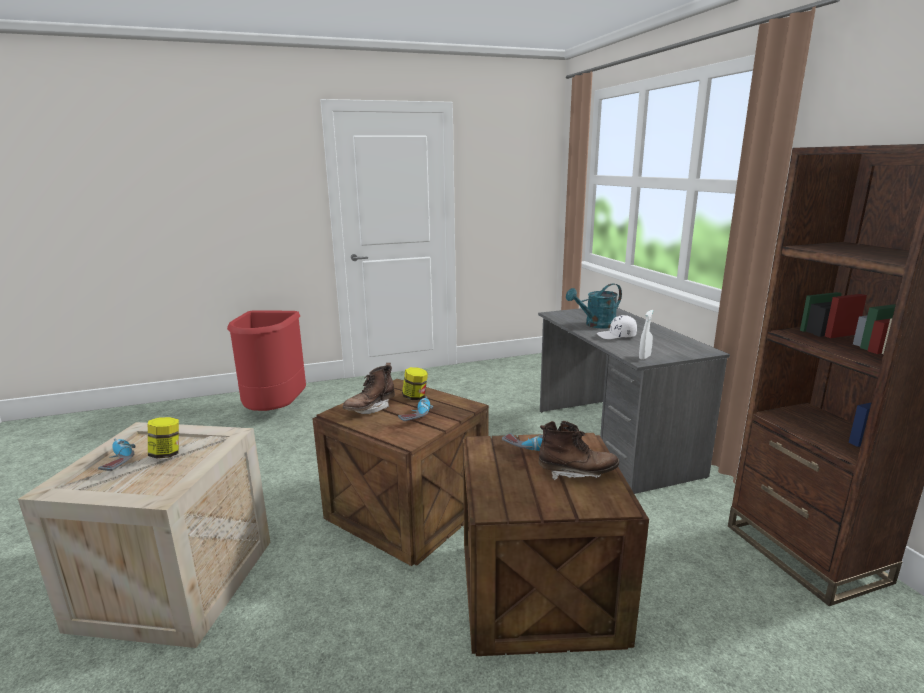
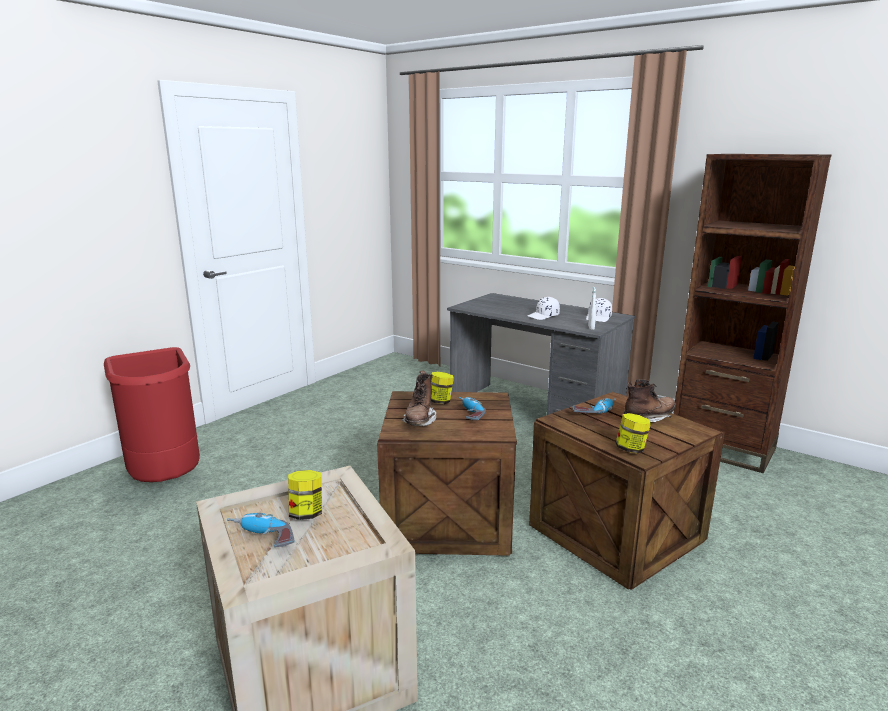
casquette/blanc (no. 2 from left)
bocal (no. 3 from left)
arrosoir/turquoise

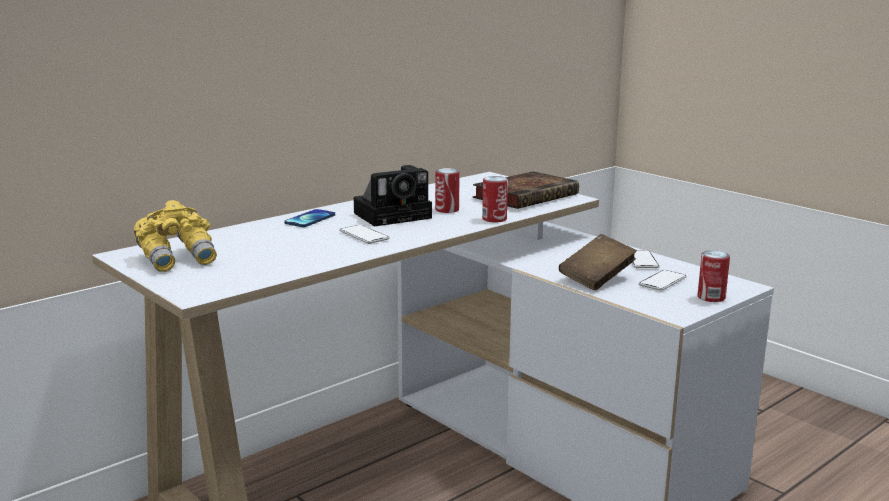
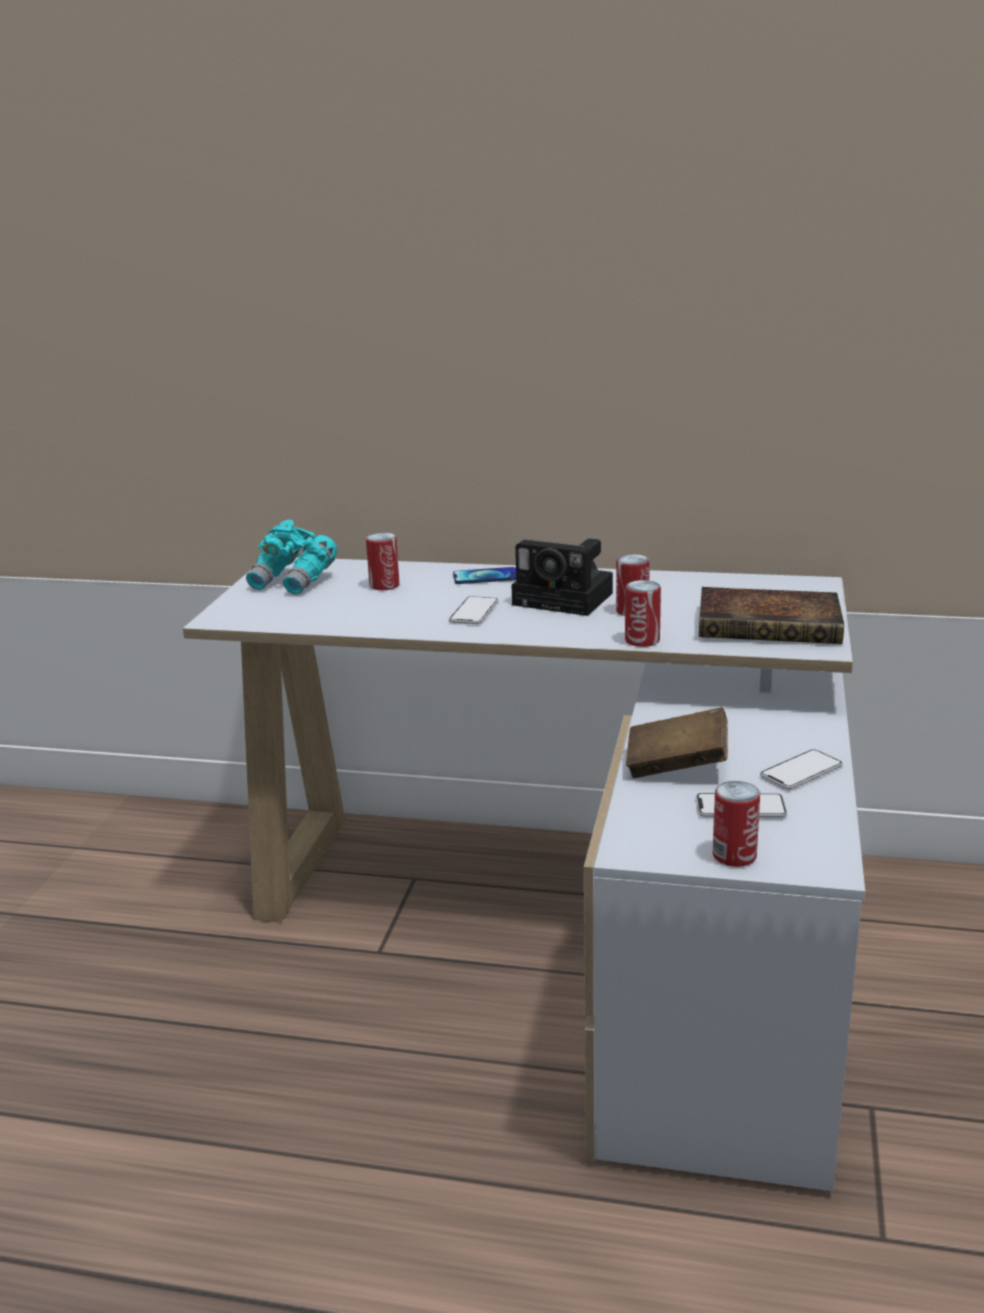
jumelles/turquoise
boîte métallique (no. 1 from left)

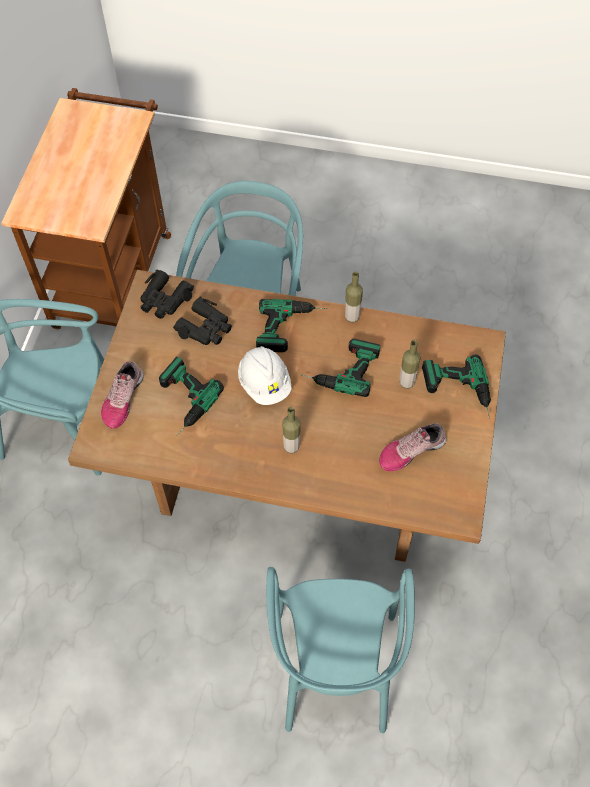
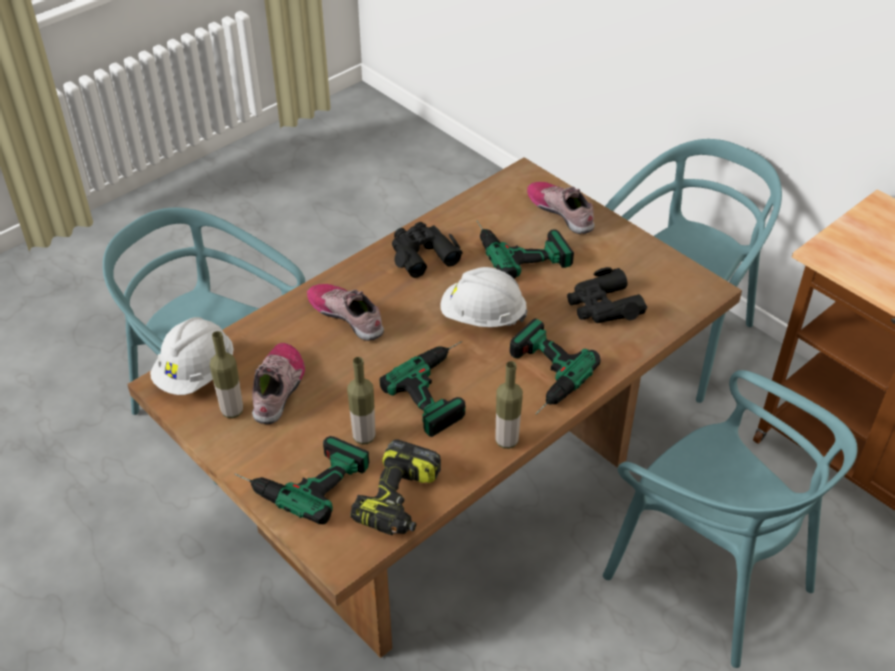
casque de chantier/blanc (no. 1 from left)
bouteille (no. 1 from left)
chaussure (no. 2 from left)
perceuse (no. 2 from left)
jumelles/noir (no. 1 from left)

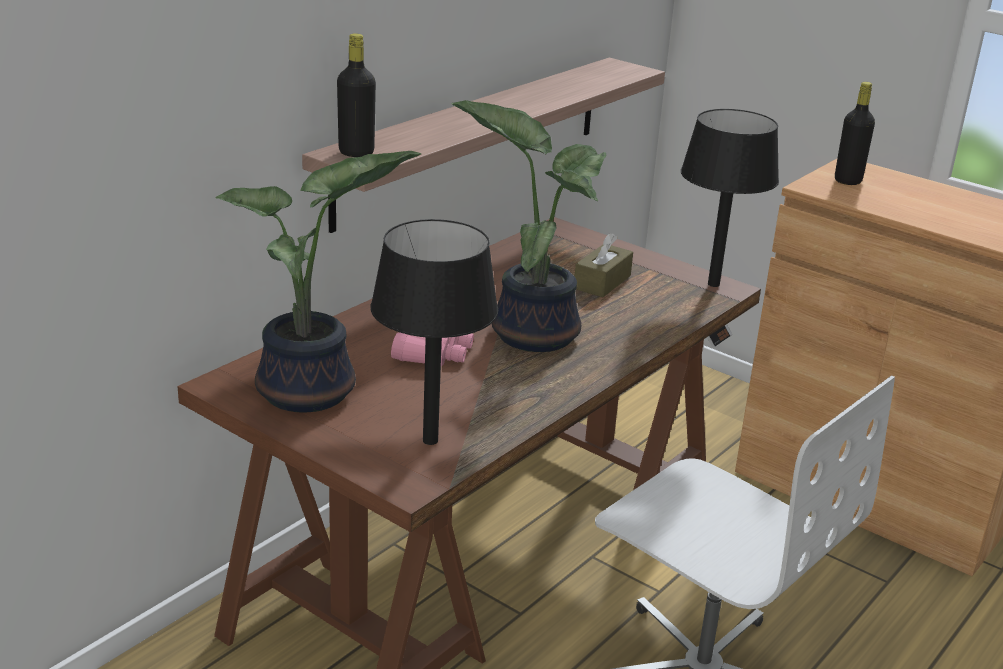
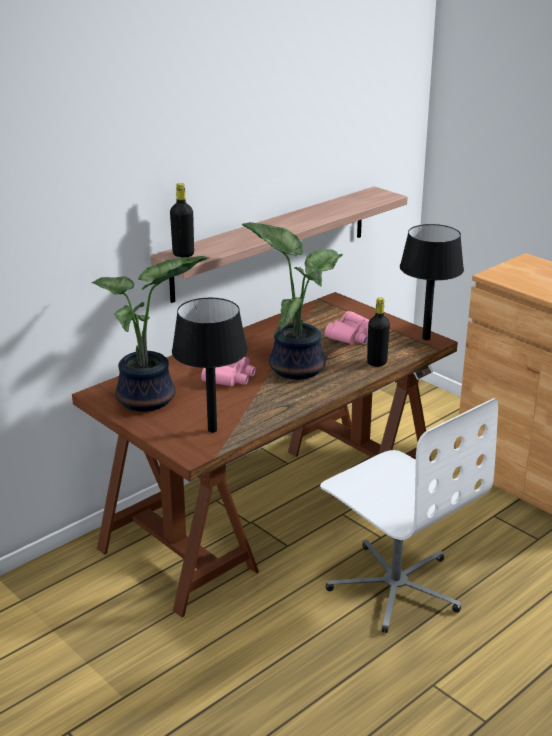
jumelles/rose (no. 2 from left)
bouteille/noir (no. 2 from left)

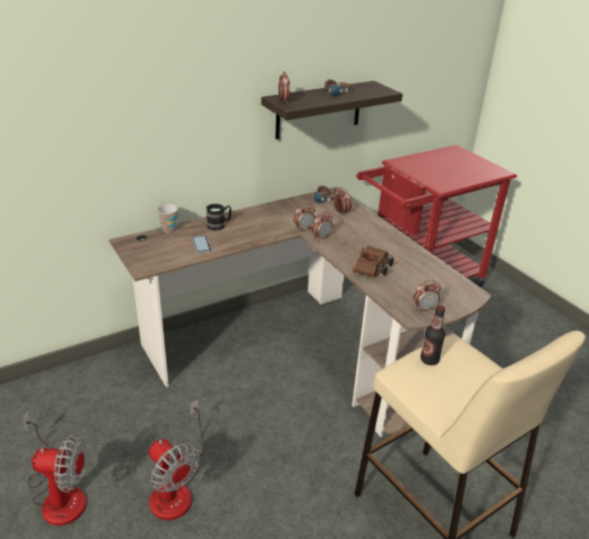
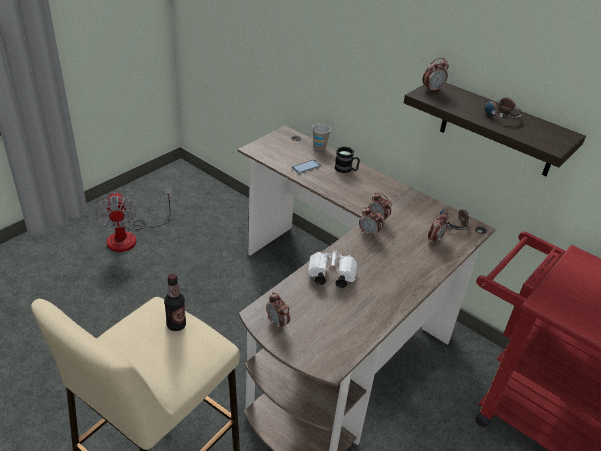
jumelles/blanc
ventilateur (no. 2 from left in the first image)

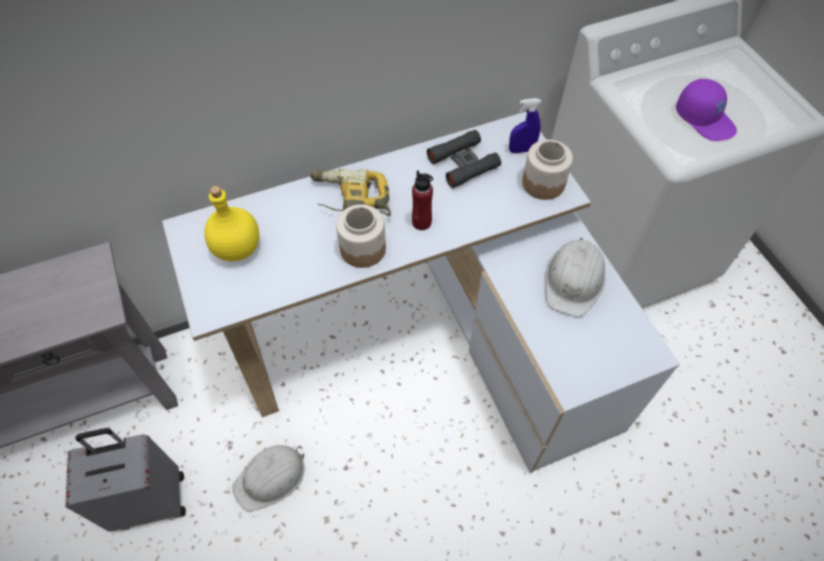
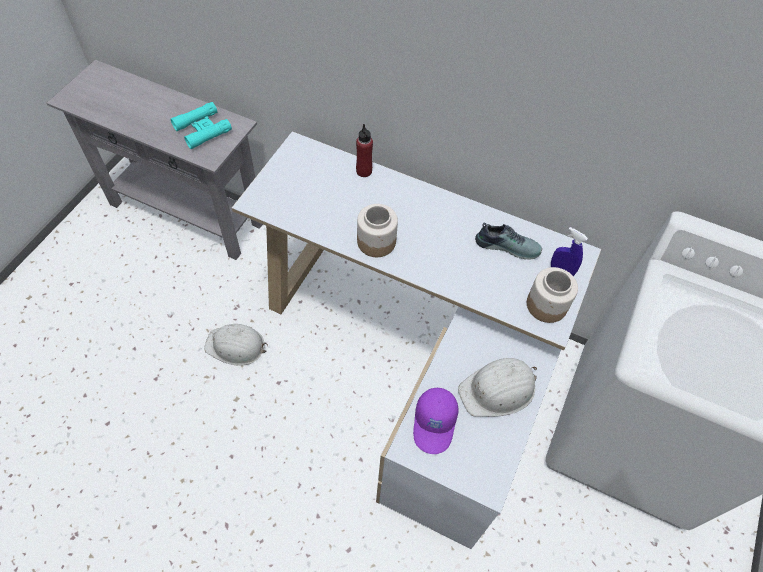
jumelles/turquoise
bouteille/rouge
casquette/violet
chaussure
valise/gris
bouteille/jaune
perceuse

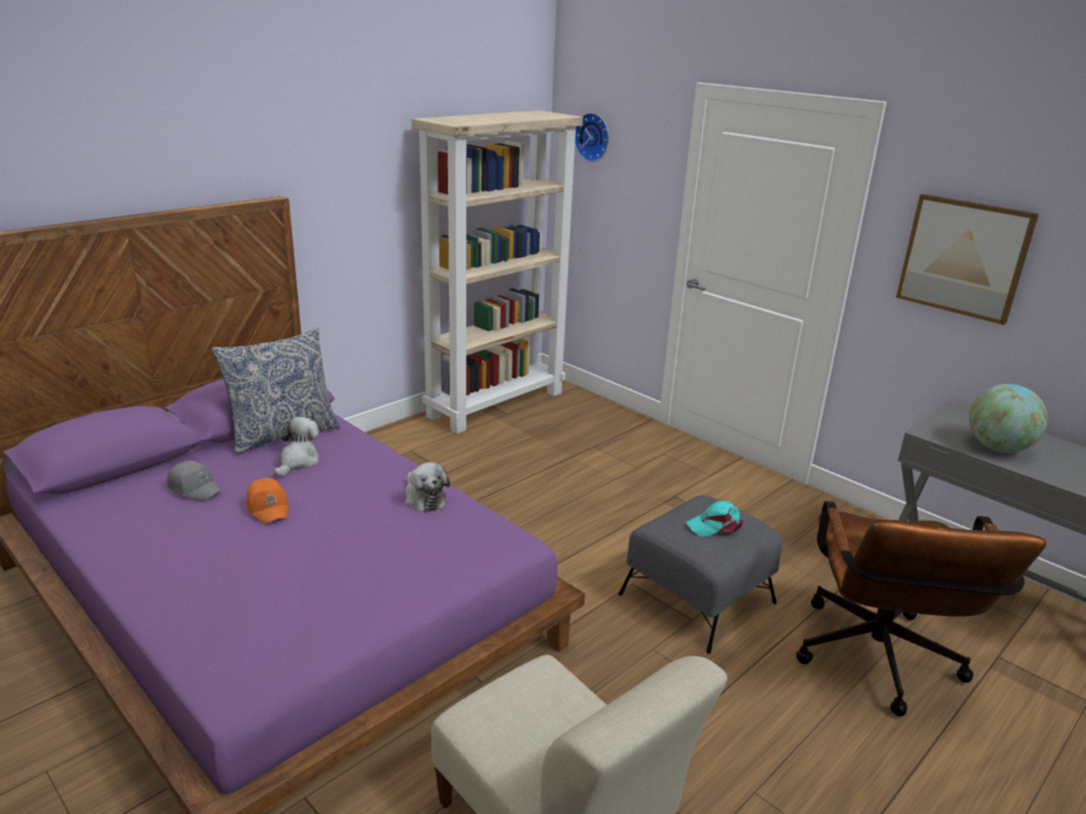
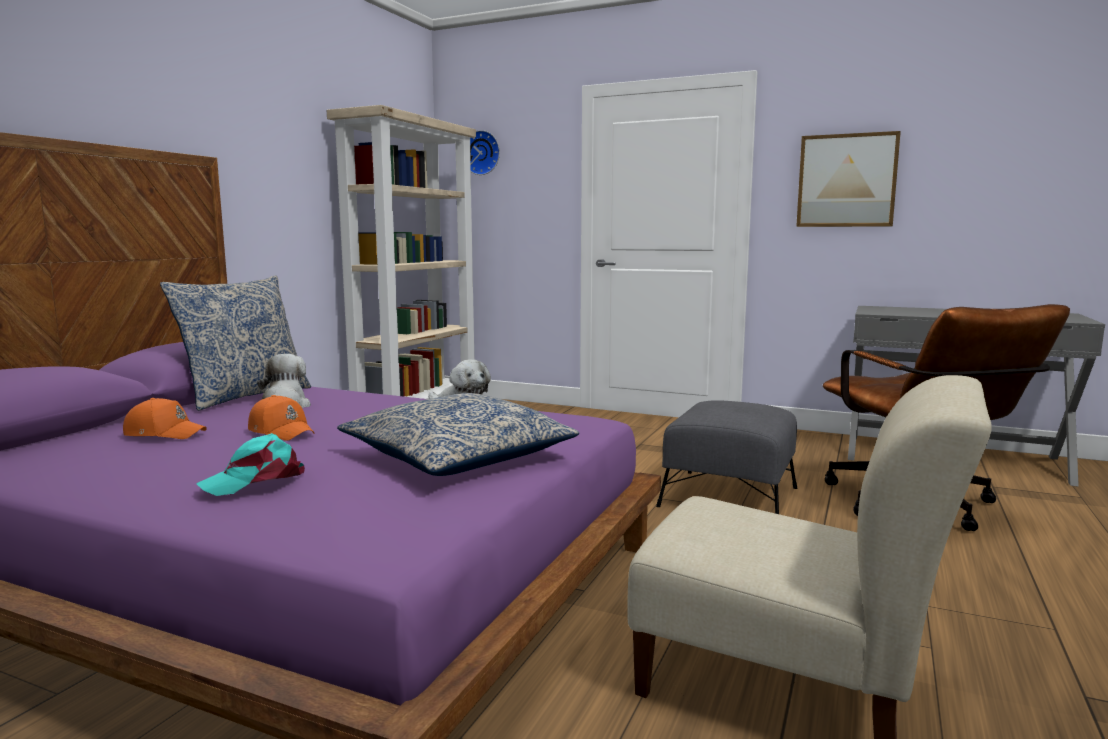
casquette/orange (no. 1 from left)
casquette/turquoise
coussin (no. 2 from left)
globe

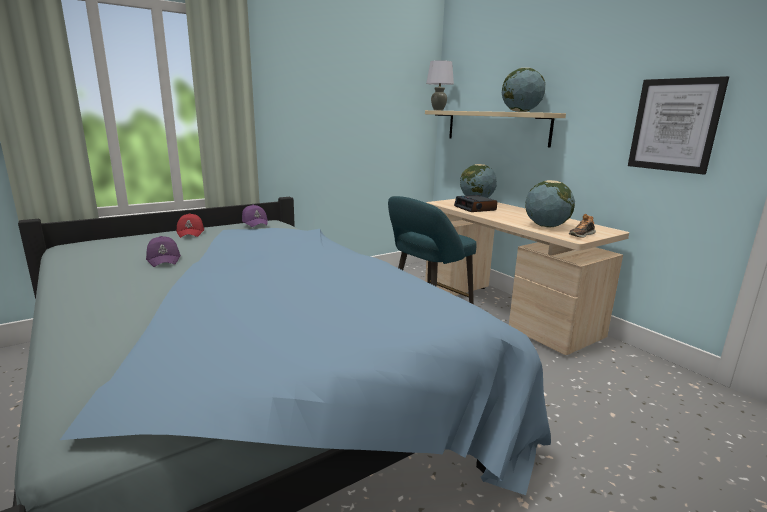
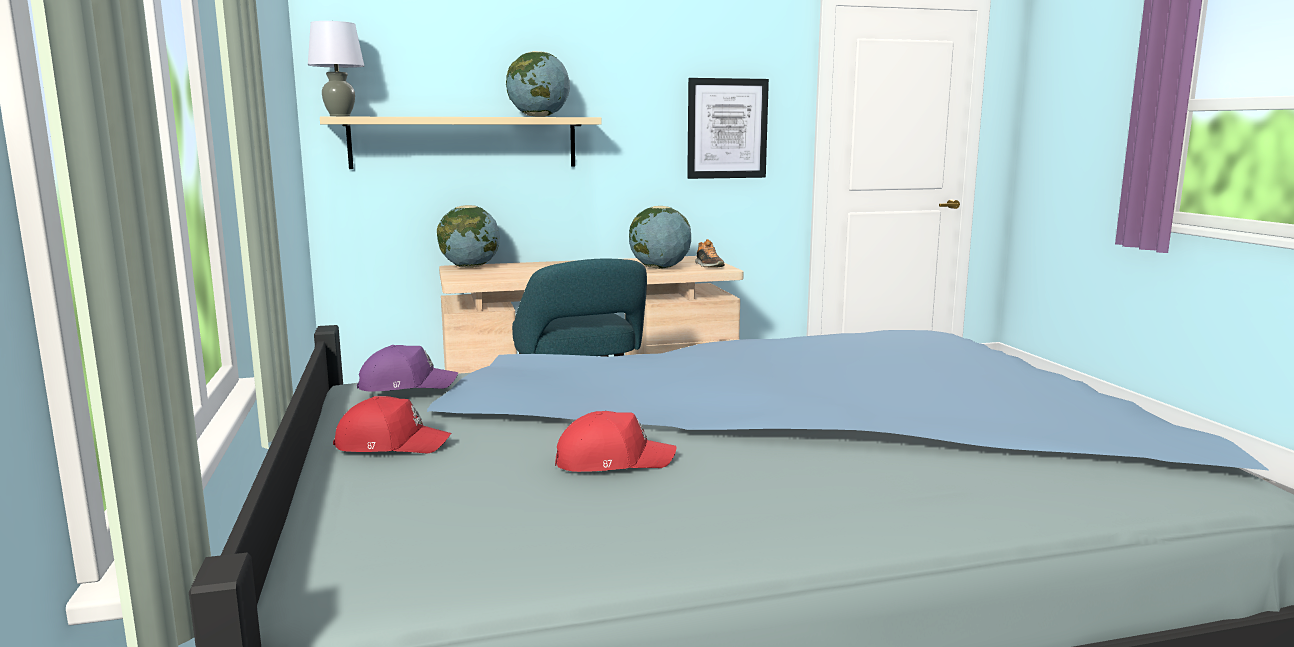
casquette/rouge (no. 2 from left)
réveil

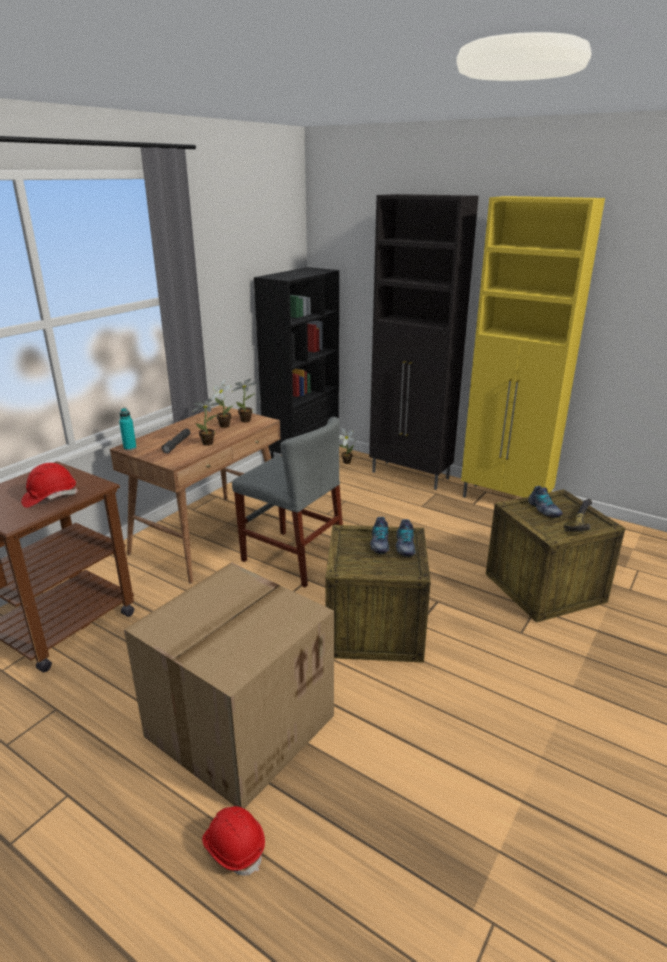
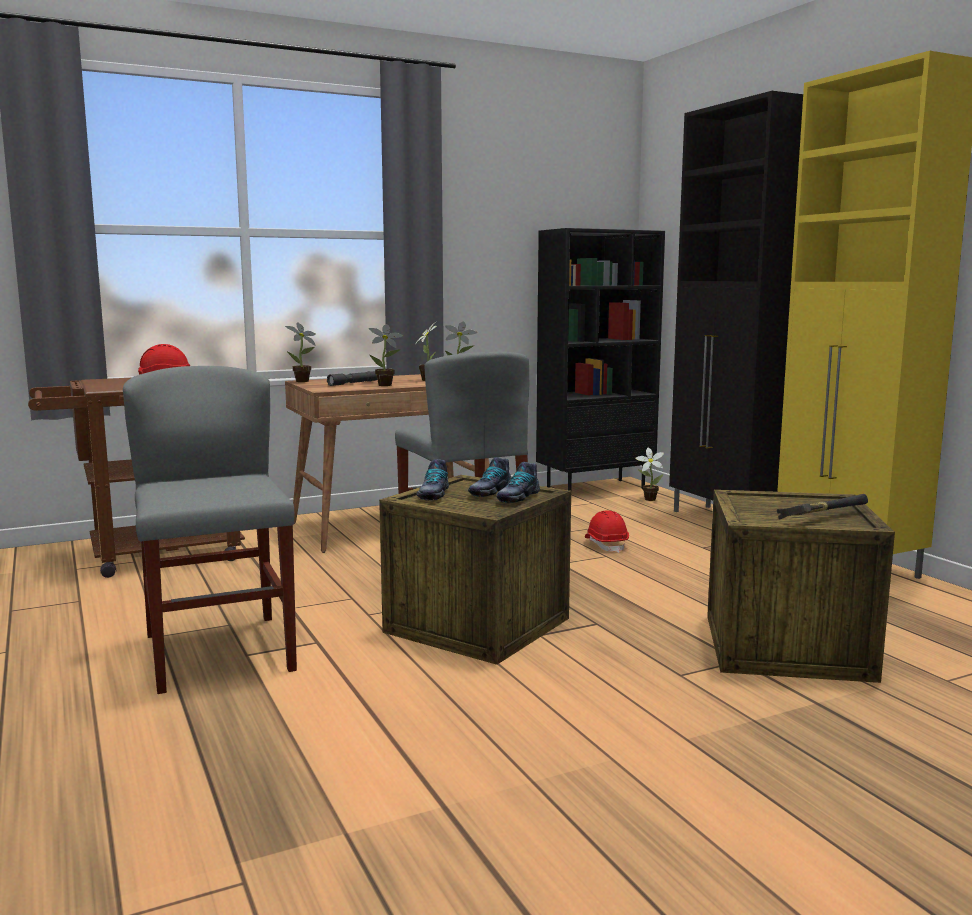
chaise/gris (no. 1 from left)
plante en pot (no. 1 from left)
chaussure (no. 1 from left)
casque de chantier/rouge (no. 2 from left)

